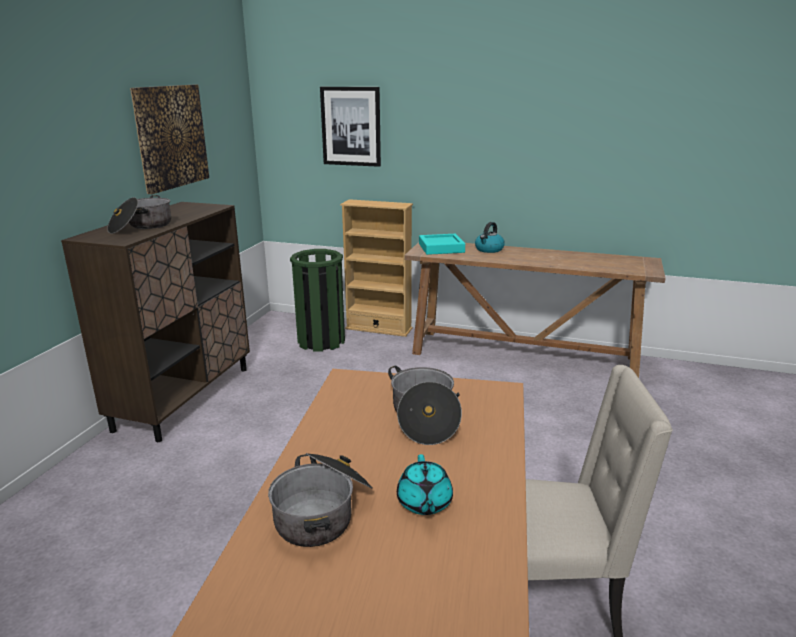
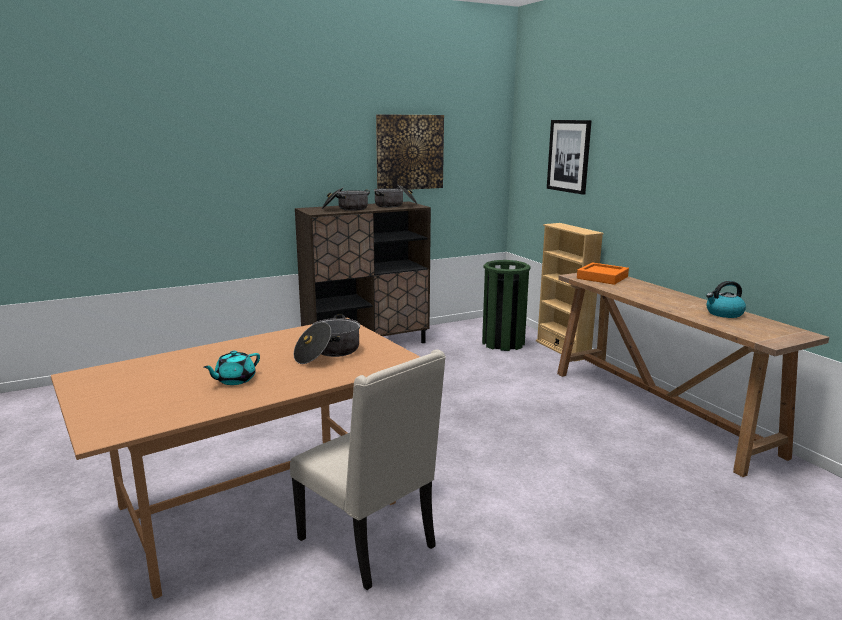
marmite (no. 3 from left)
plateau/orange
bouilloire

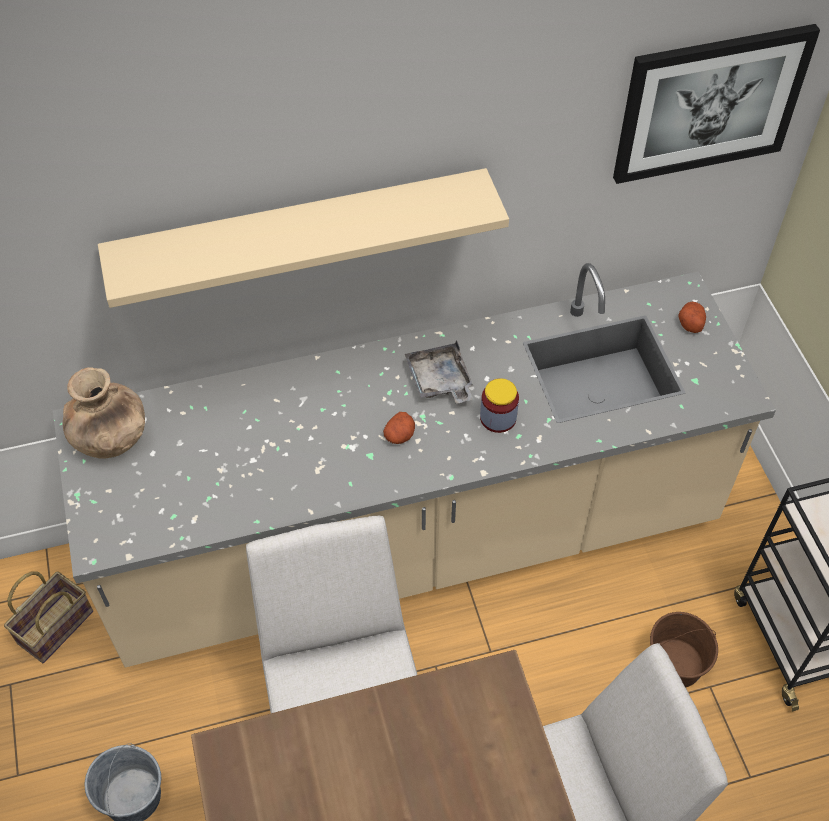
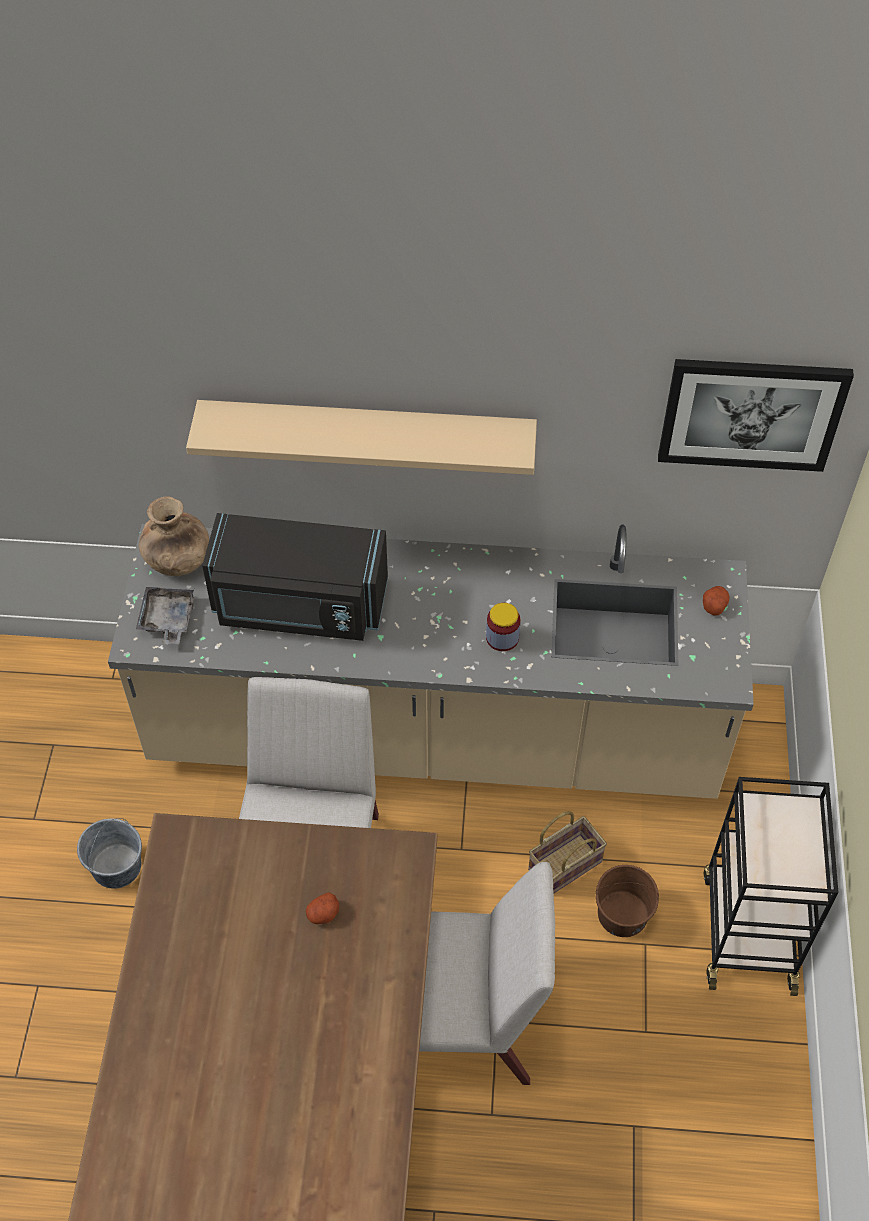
plateau/gris
micro-ondes/noir
pomme de terre (no. 1 from left)
panier

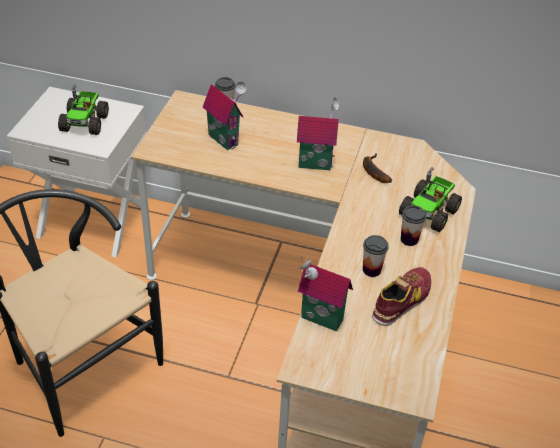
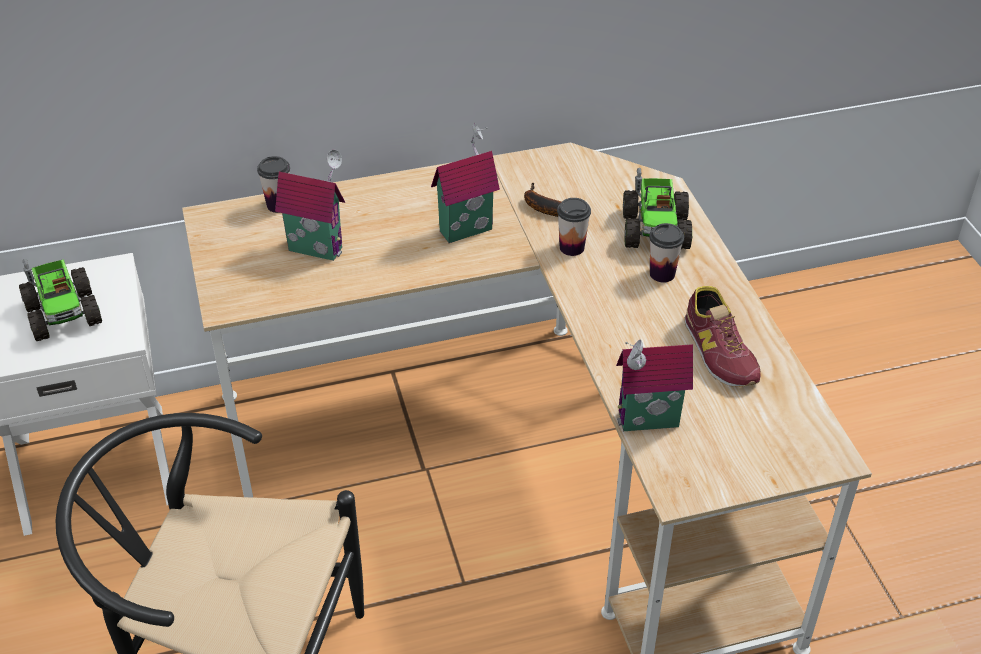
tasse (no. 2 from left)
chaussure

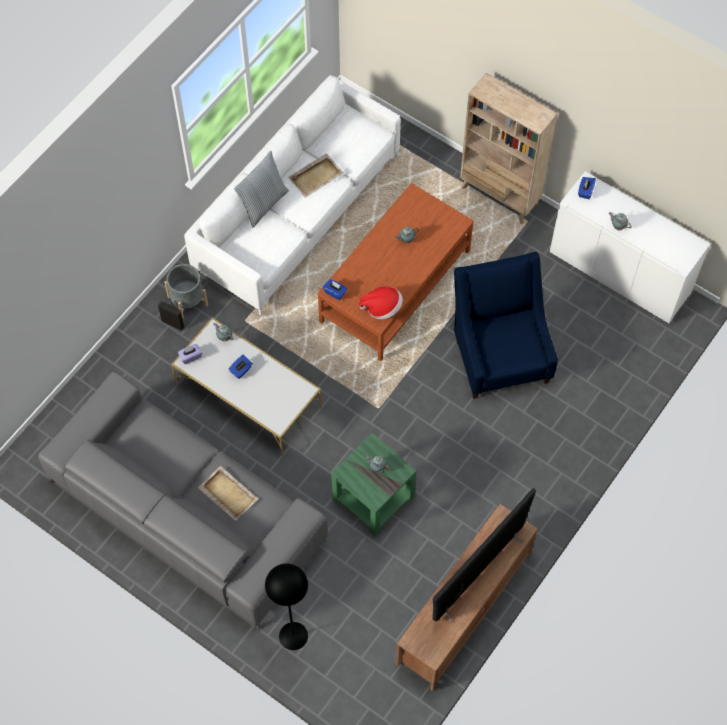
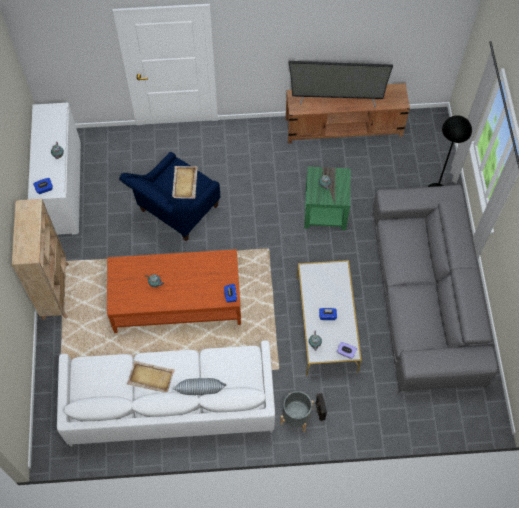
plateau/beige (no. 2 from left)
chapeau

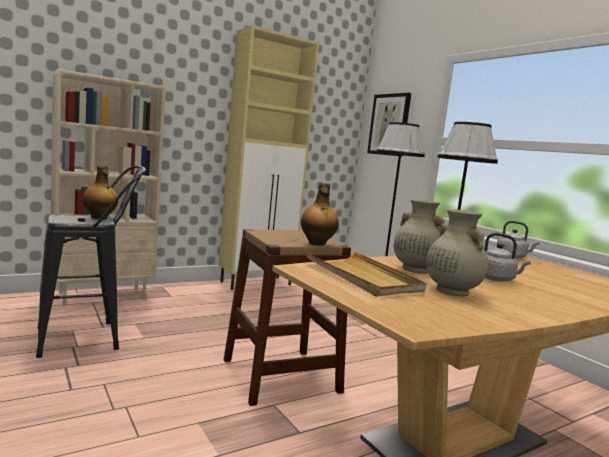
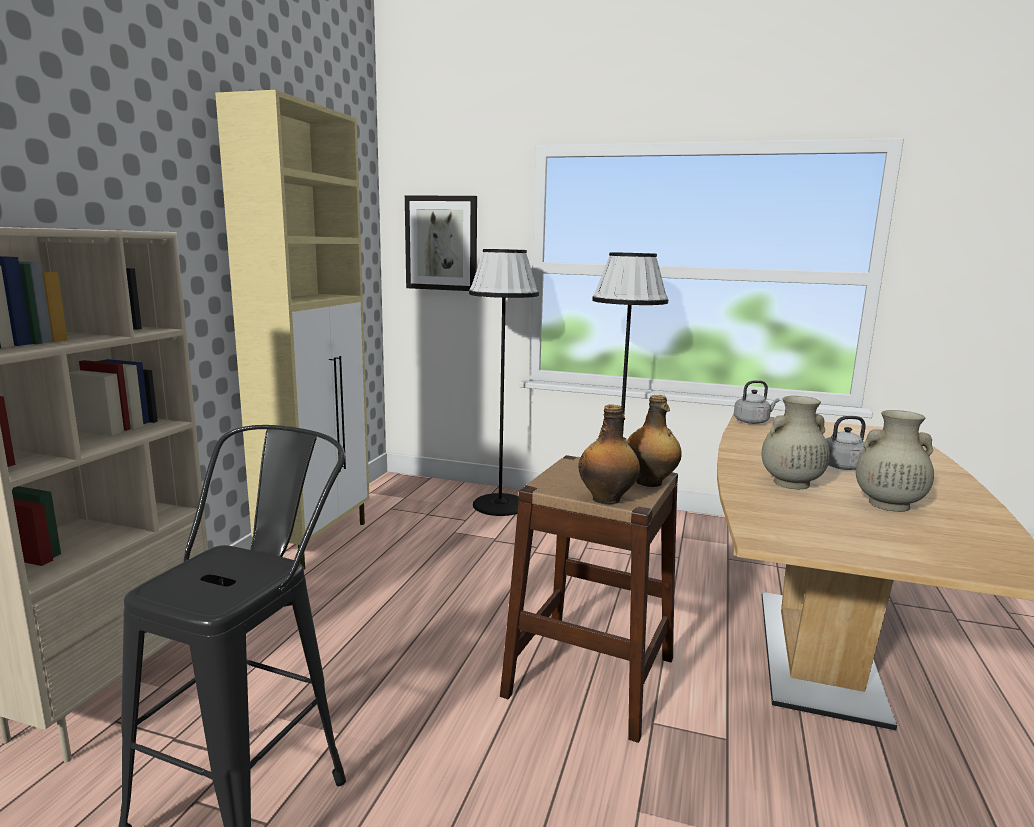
bouteille (no. 1 from left)
plateau/beige

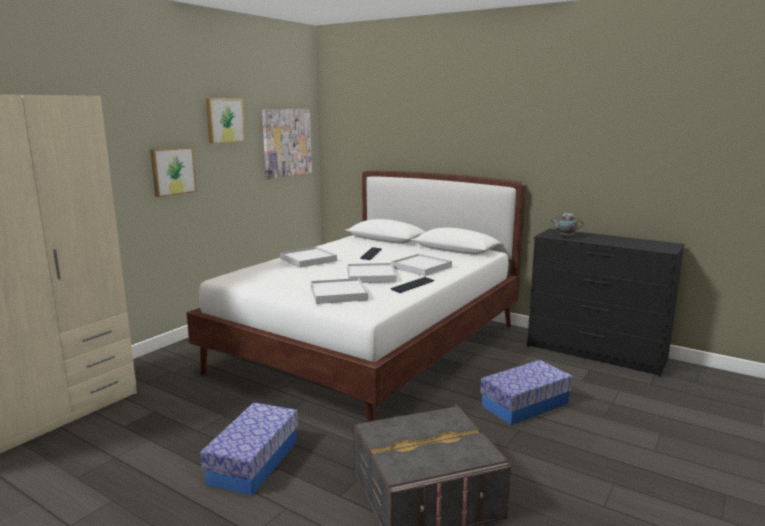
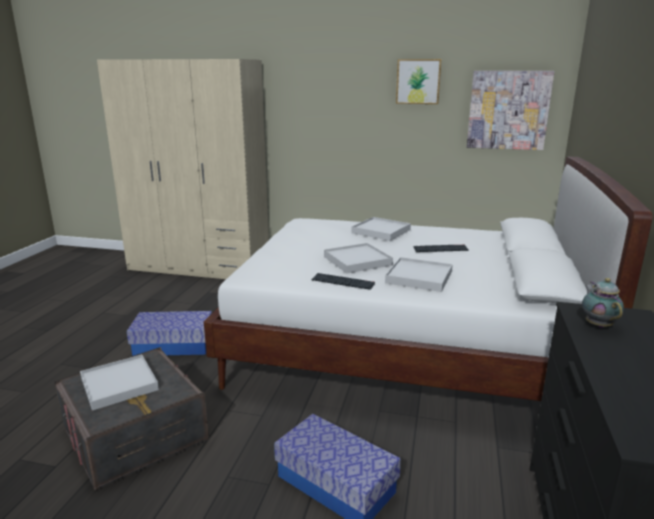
plateau/blanc (no. 1 from left)
tableau (no. 1 from left in the first image)

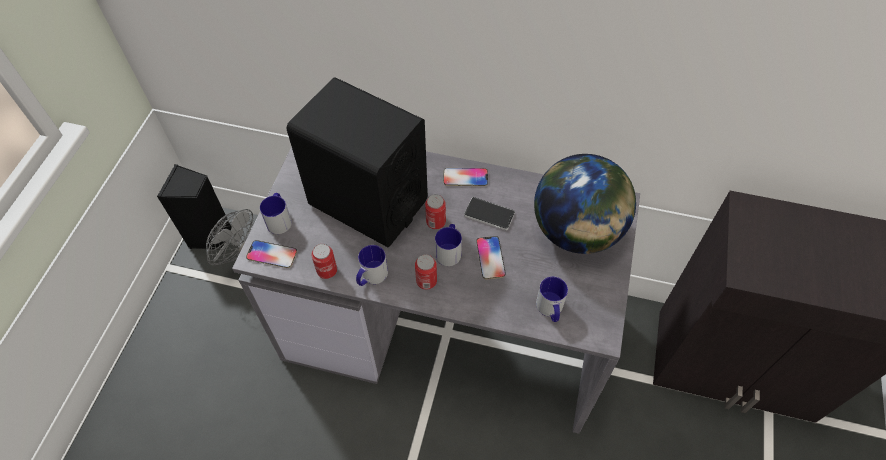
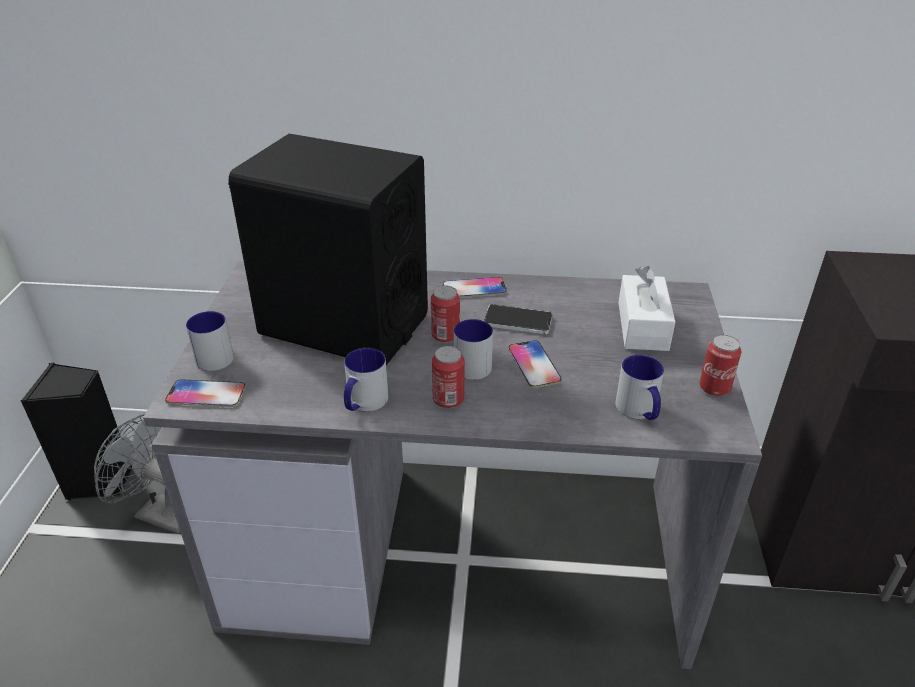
boîte à mouchoirs/blanc
boîte métallique (no. 3 from left)

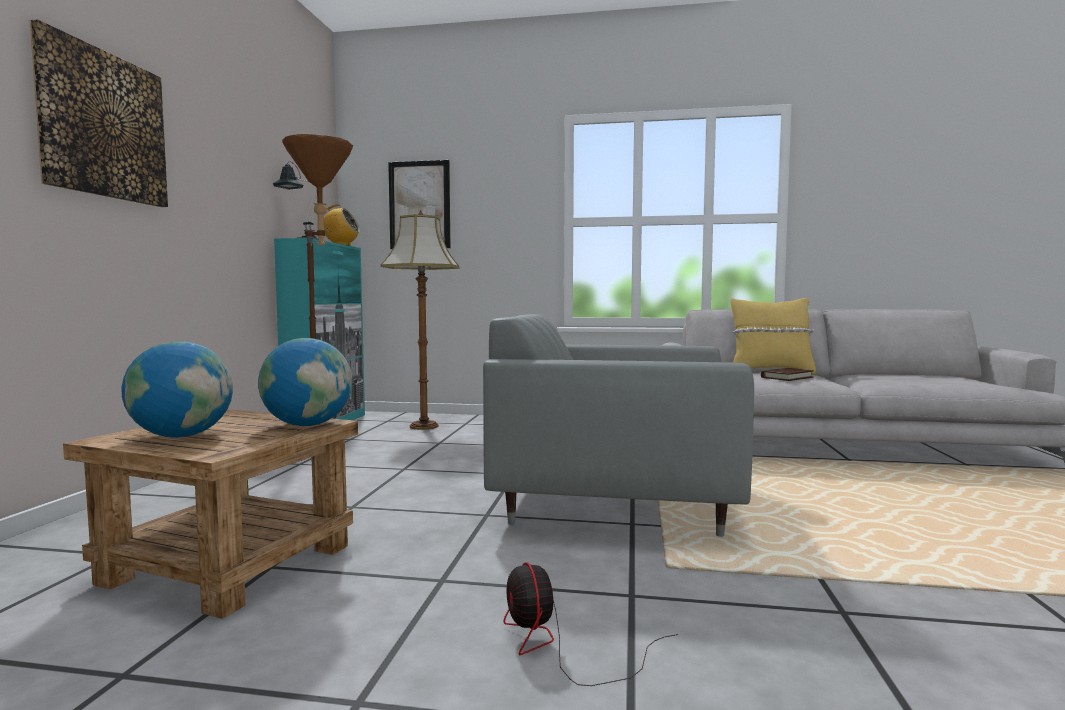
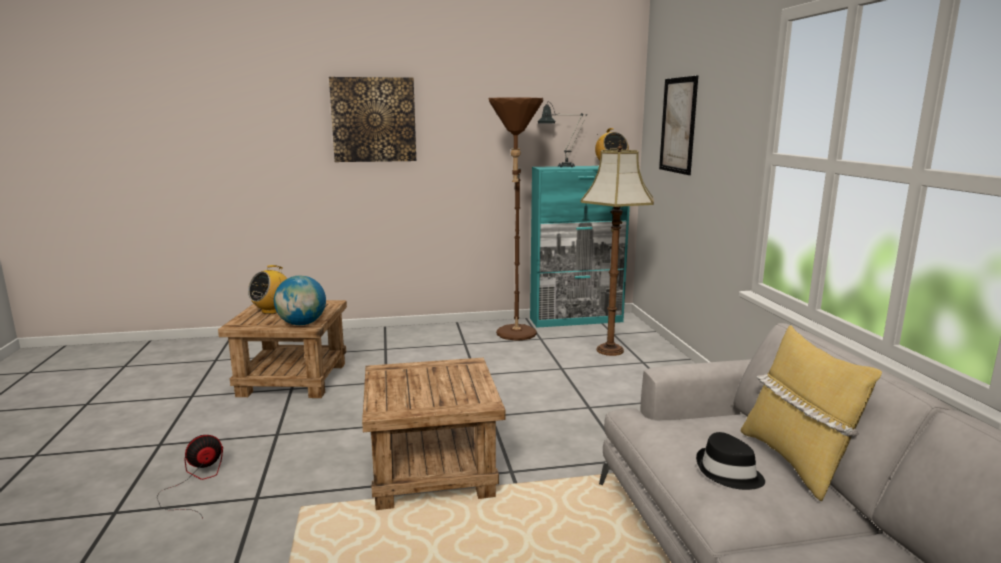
radio (no. 1 from left)
table d'appoint/marron (no. 2 from left)
chapeau/noir

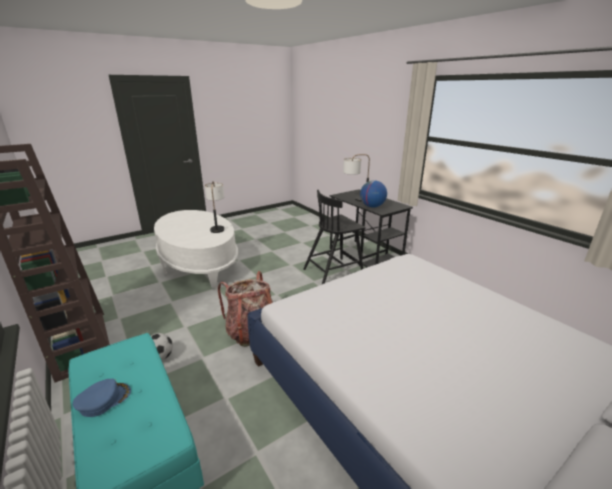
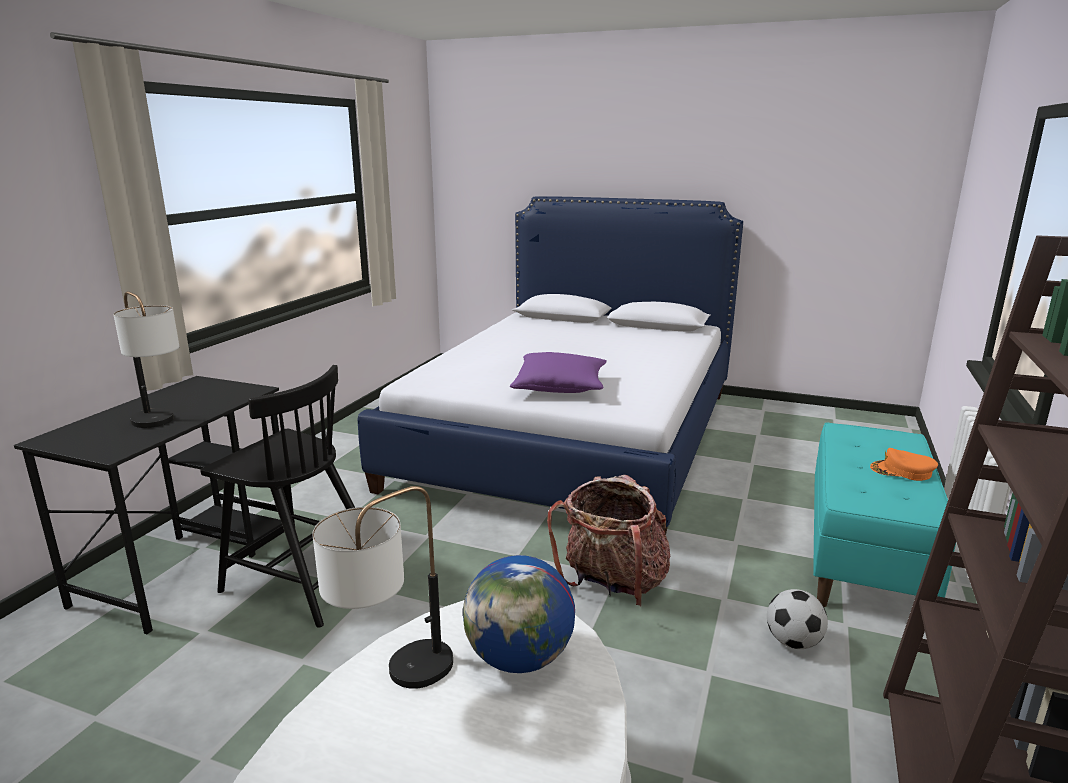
globe
coussin/violet
casquette/orange

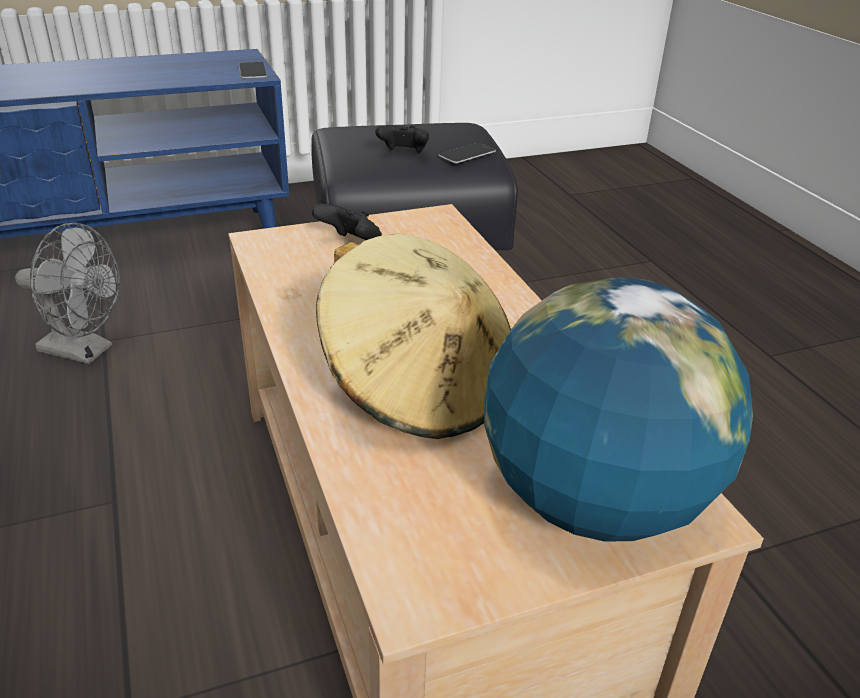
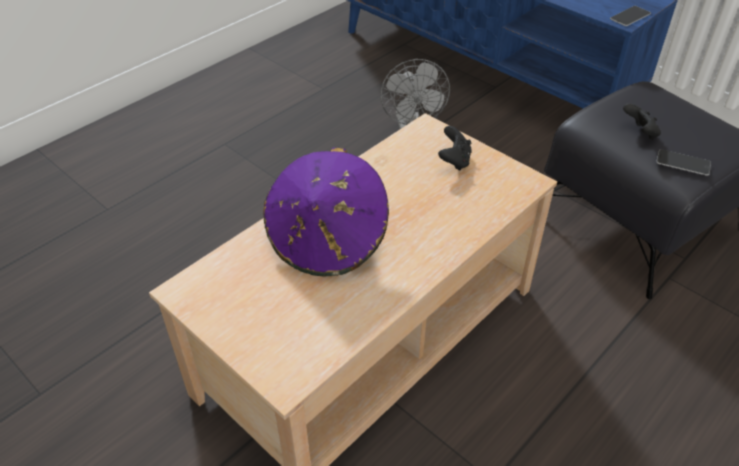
chapeau/violet
globe

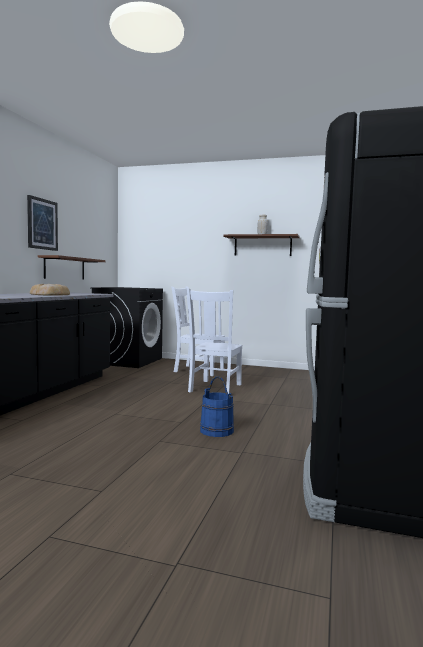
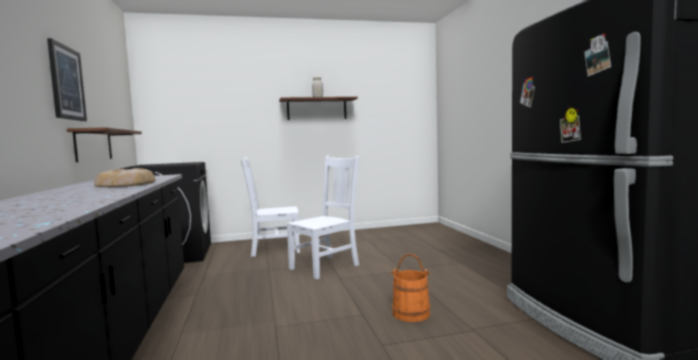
chaise/blanc (no. 2 from left)
seau/orange

